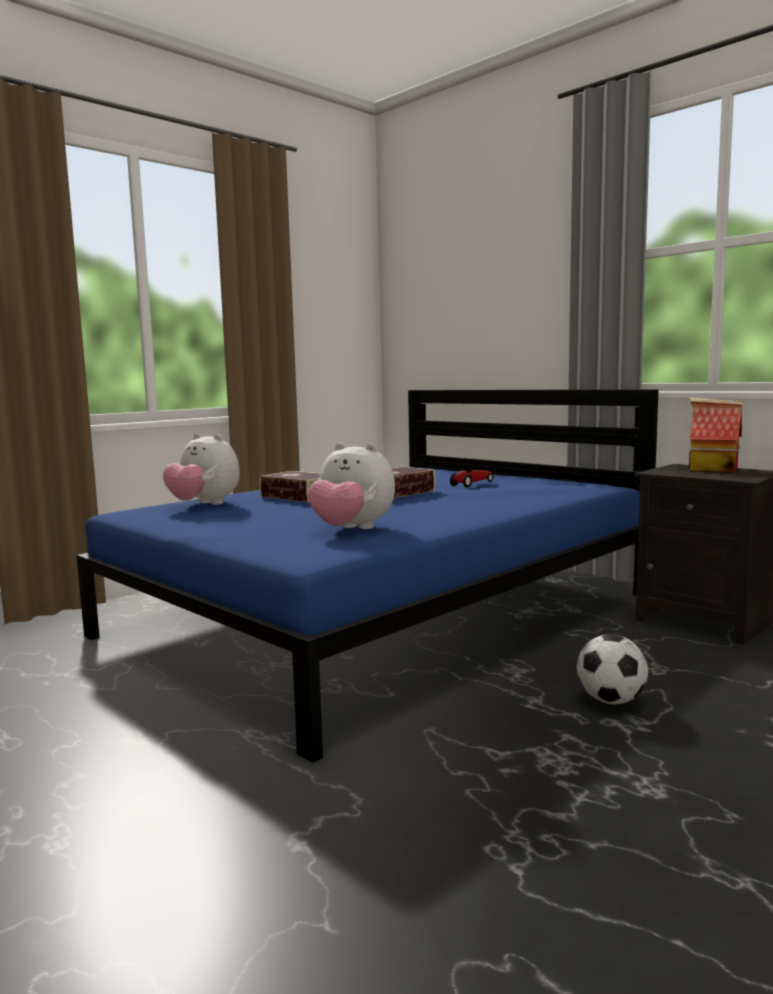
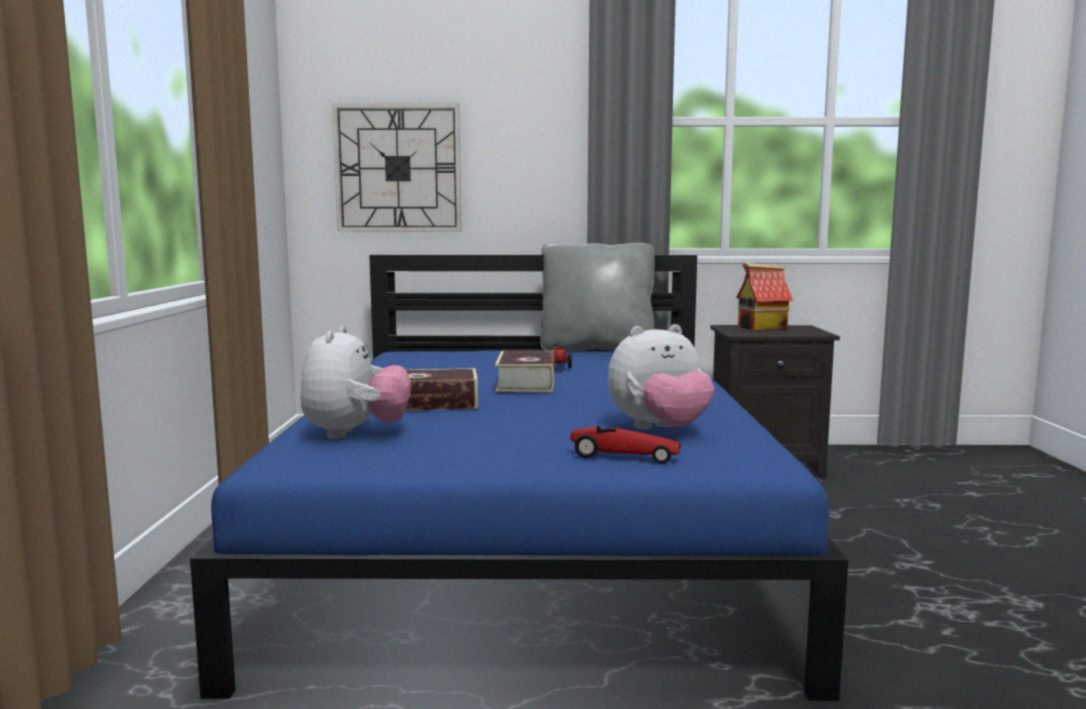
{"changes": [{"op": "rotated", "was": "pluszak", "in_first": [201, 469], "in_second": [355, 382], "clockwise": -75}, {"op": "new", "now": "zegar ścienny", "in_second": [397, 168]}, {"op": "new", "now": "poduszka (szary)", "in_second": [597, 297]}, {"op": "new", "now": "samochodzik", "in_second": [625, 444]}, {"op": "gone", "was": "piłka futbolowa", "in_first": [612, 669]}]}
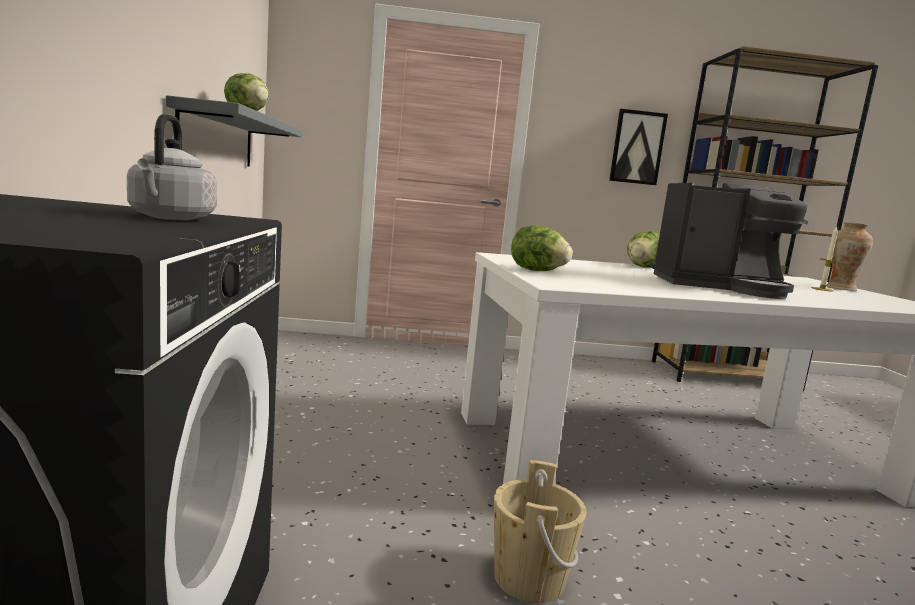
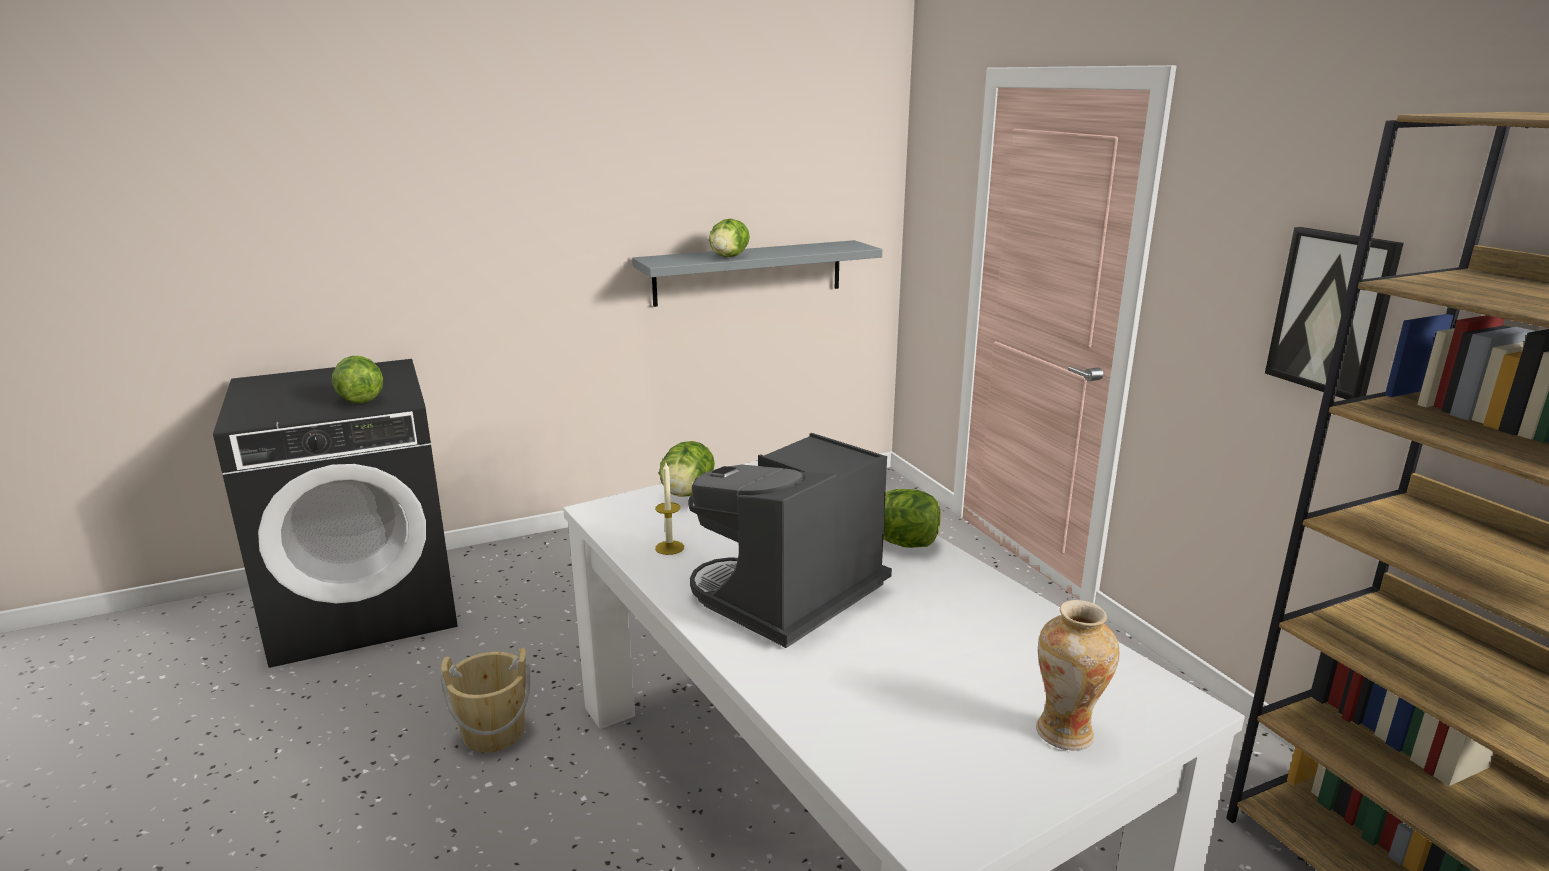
{"changes": [{"op": "swapped", "was": "czajnik (szary)", "now": "sałata", "in_first": [172, 167], "in_second": [357, 379]}, {"op": "shifted", "was": "świeca", "in_first": [825, 259], "in_second": [669, 508]}, {"op": "rotated", "was": "ekspres do kawy", "in_first": [729, 241], "in_second": [790, 540], "clockwise": 60}]}
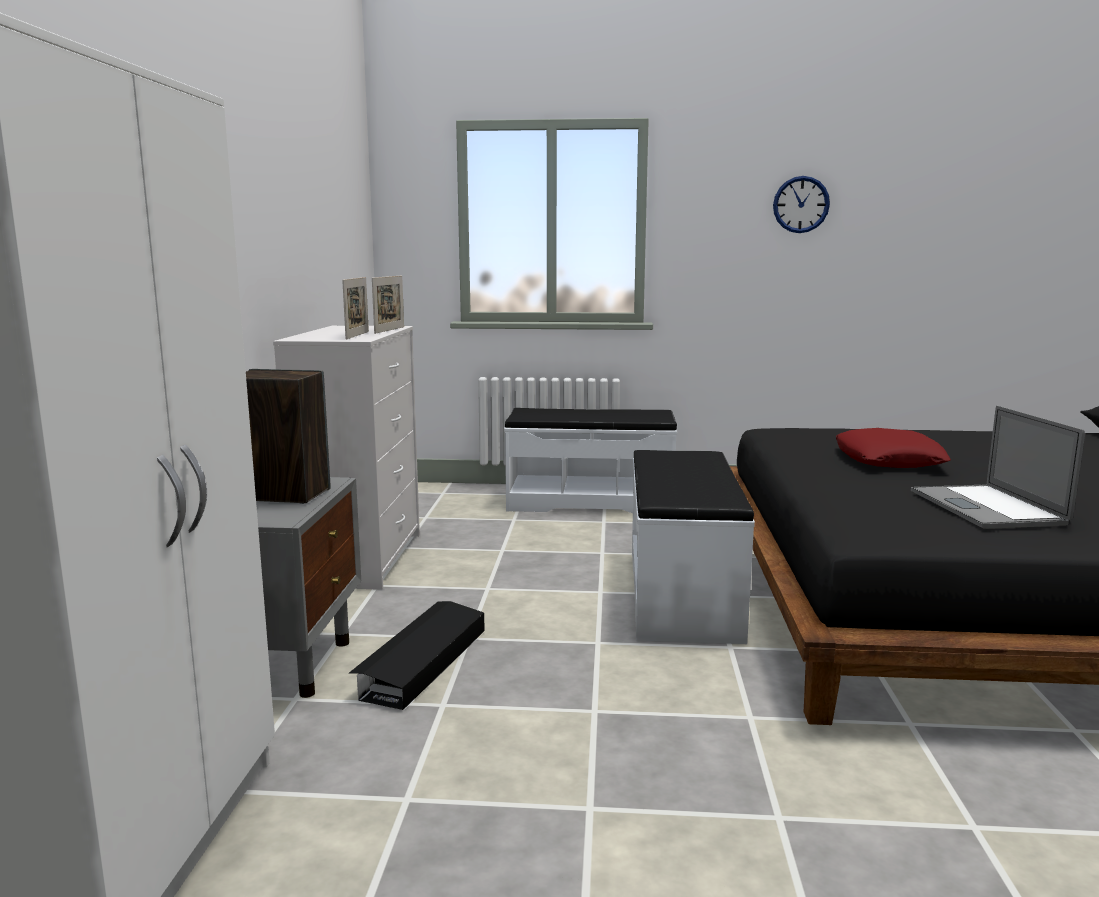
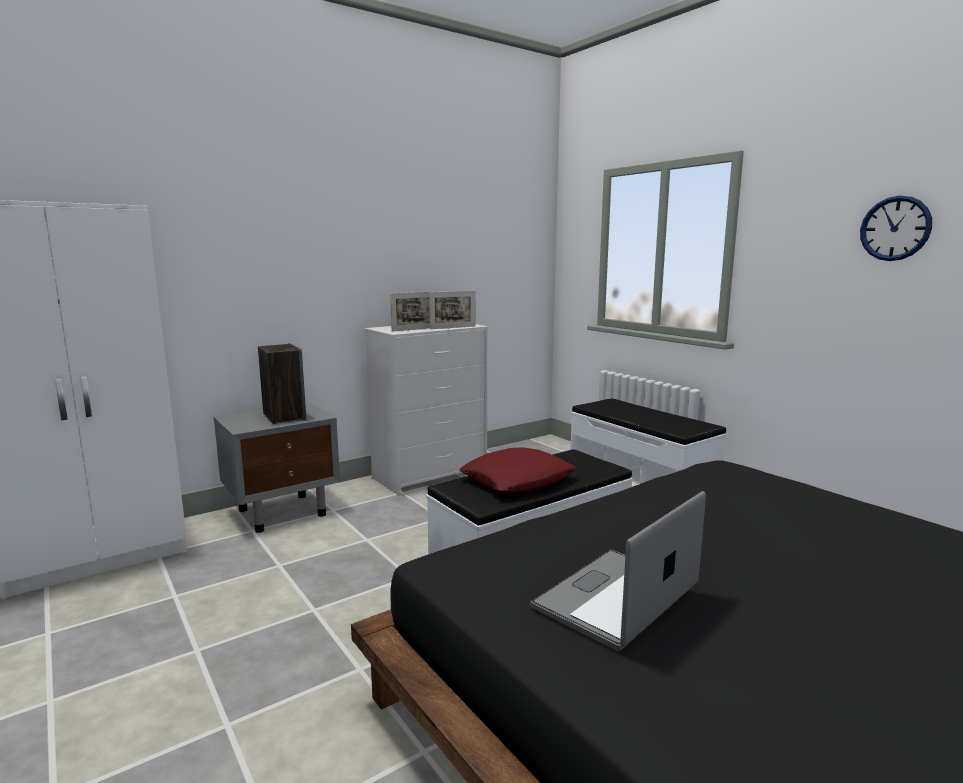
{"changes": [{"op": "shifted", "was": "poduszka (czerwony)", "in_first": [893, 448], "in_second": [517, 470]}, {"op": "gone", "was": "pojemnik do przechowywania (czarny)", "in_first": [416, 655]}]}
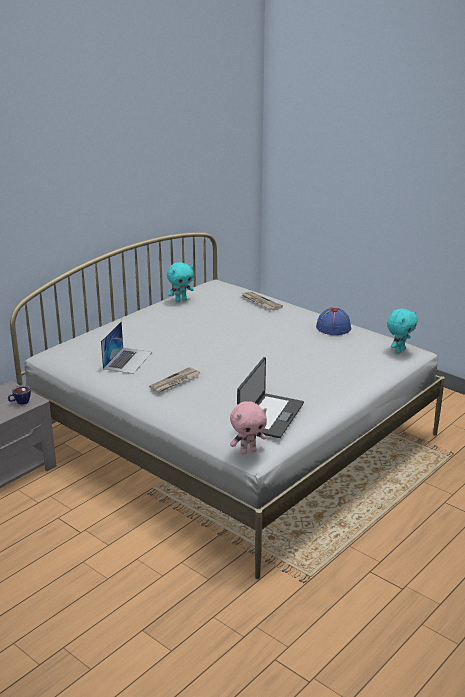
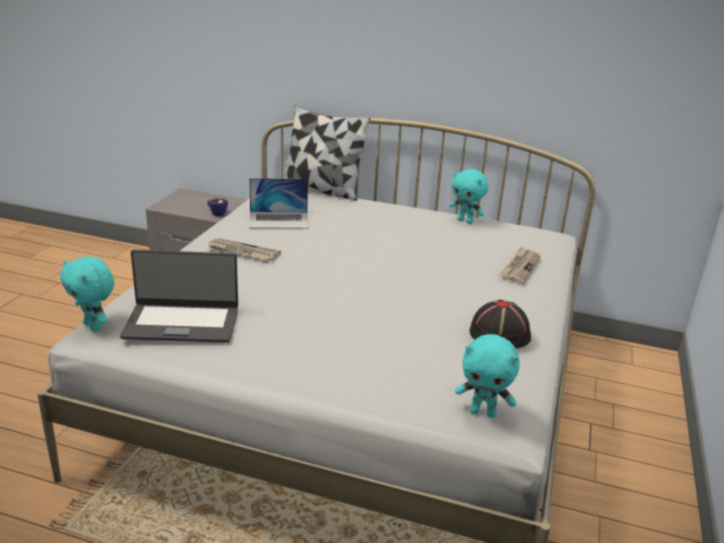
{"changes": [{"op": "repainted", "was": "pluszak (różowy)", "now": "pluszak (turkusowy)", "in_first": [248, 428], "in_second": [87, 293]}, {"op": "new", "now": "poduszka", "in_second": [327, 153]}, {"op": "repainted", "was": "kapelusz (niebieski)", "now": "kapelusz (czarny)", "in_first": [333, 321], "in_second": [500, 324]}]}
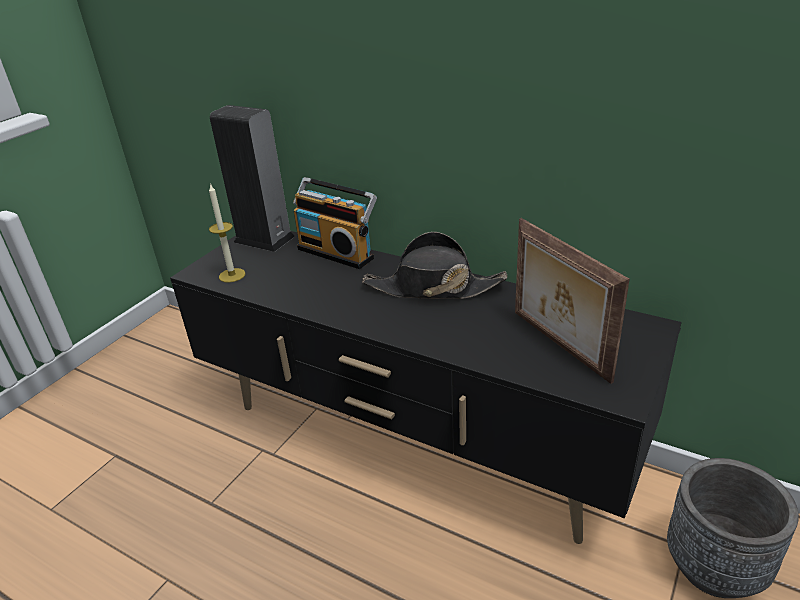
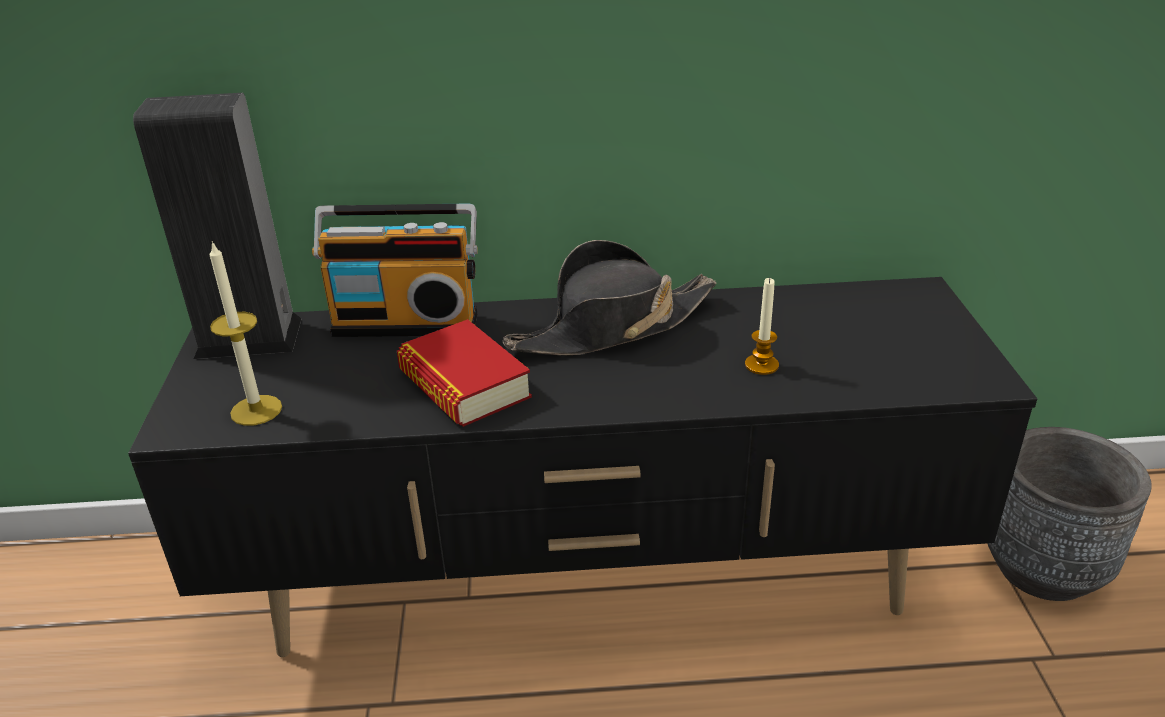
{"changes": [{"op": "new", "now": "książka", "in_second": [464, 373]}, {"op": "new", "now": "świeca", "in_second": [762, 326]}, {"op": "gone", "was": "ramka na zdjęcie", "in_first": [572, 301]}]}
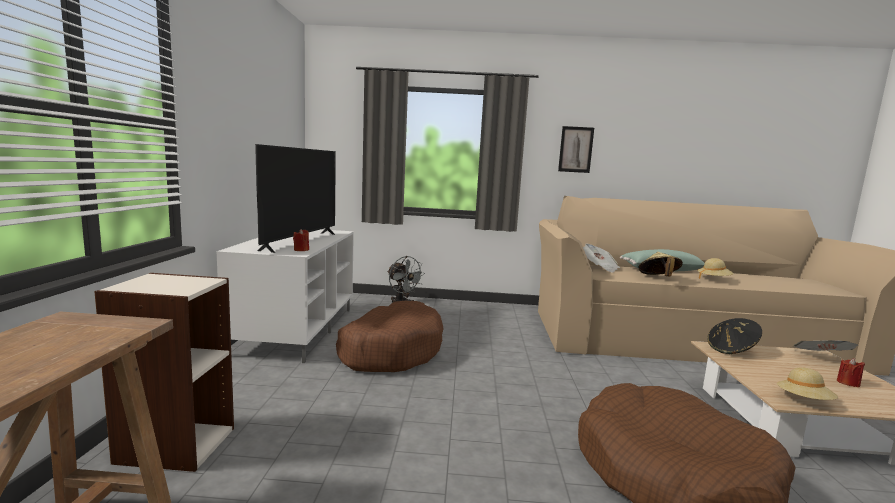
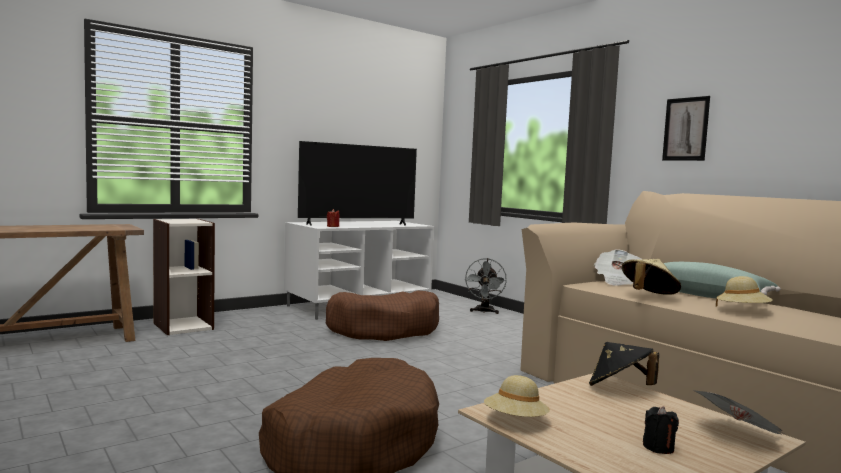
{"changes": [{"op": "repainted", "was": "świeca (czerwony)", "now": "świeca (czarny)", "in_first": [851, 372], "in_second": [661, 430]}]}
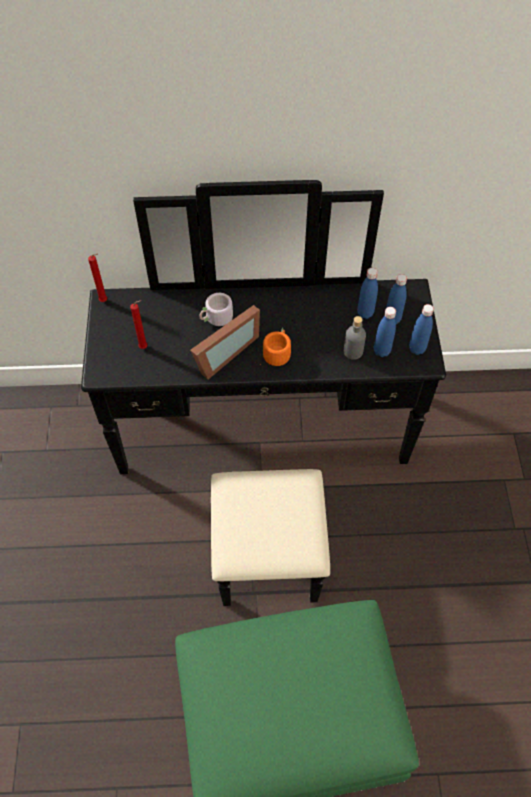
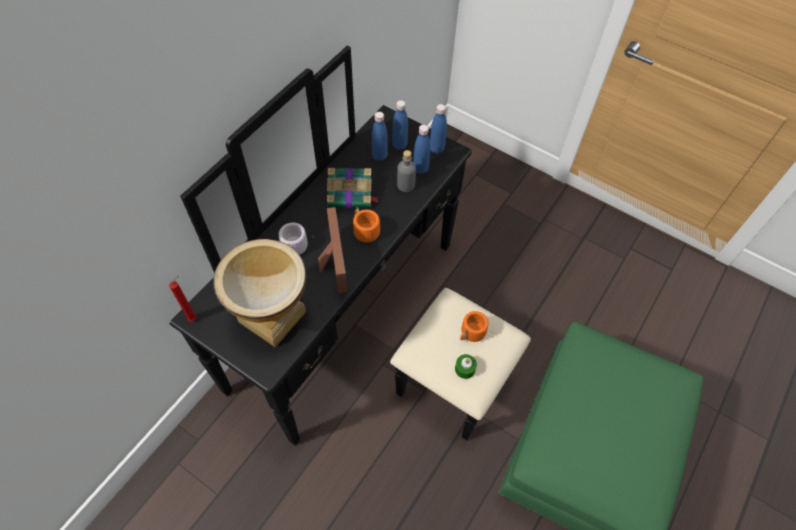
{"changes": [{"op": "swapped", "was": "świeca (czerwony)", "now": "wazon", "in_first": [138, 324], "in_second": [259, 293]}, {"op": "new", "now": "książka", "in_second": [353, 188]}, {"op": "new", "now": "świeca (zielony)", "in_second": [466, 366]}, {"op": "new", "now": "kubek (pomarańczowy)", "in_second": [474, 326]}]}
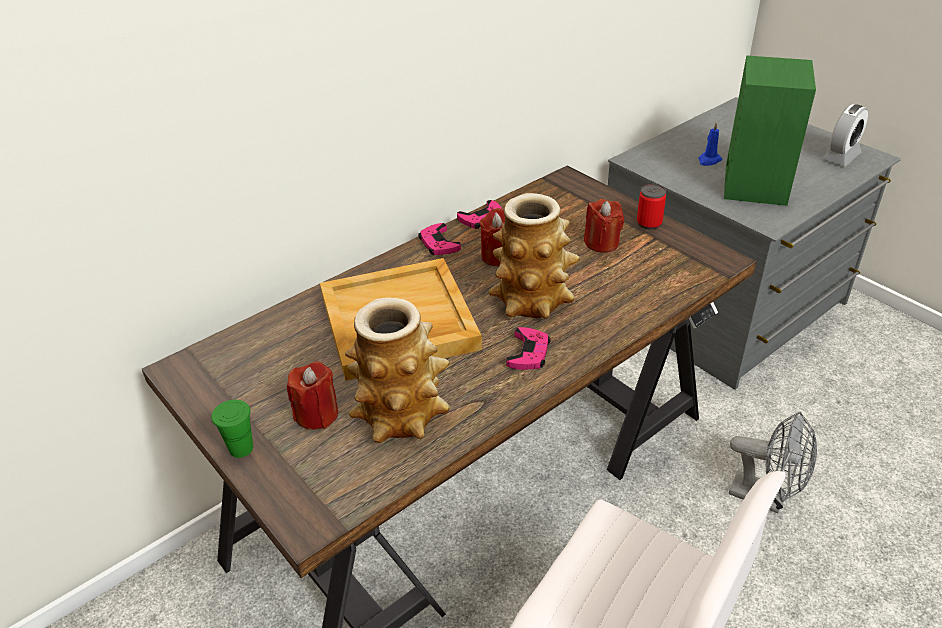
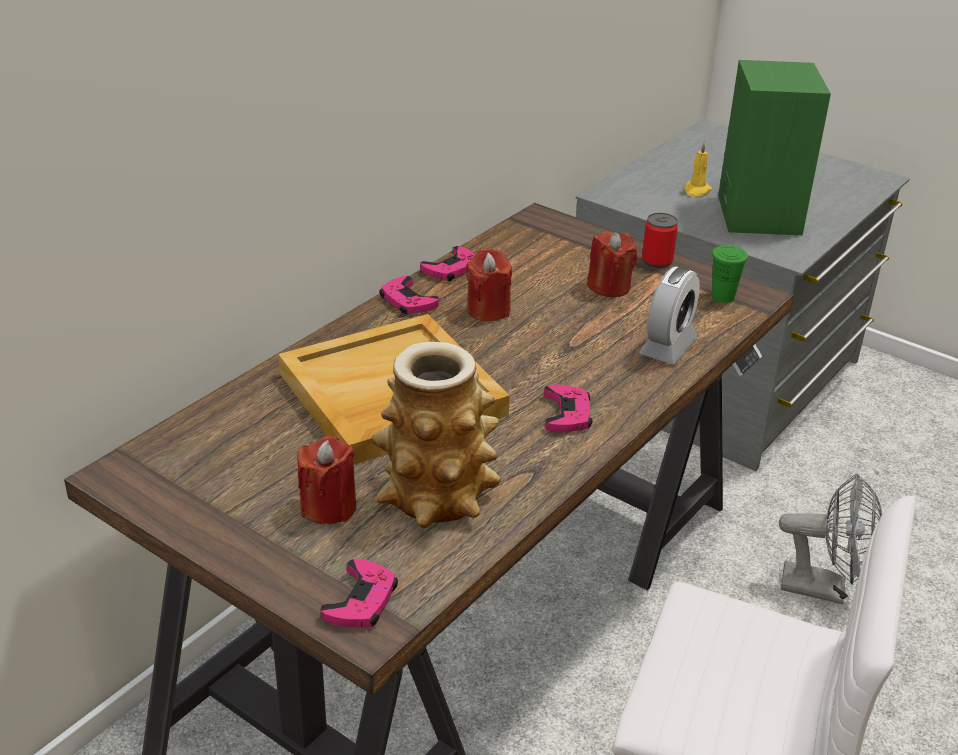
{"changes": [{"op": "new", "now": "pad do gier (różowy)", "in_second": [359, 593]}, {"op": "shifted", "was": "budzik", "in_first": [845, 135], "in_second": [669, 315]}, {"op": "repainted", "was": "świeca (niebieski)", "now": "świeca (żółty)", "in_first": [710, 144], "in_second": [698, 170]}, {"op": "shifted", "was": "filiżanka (zielony)", "in_first": [232, 429], "in_second": [730, 274]}, {"op": "gone", "was": "wazon", "in_first": [534, 256]}]}
